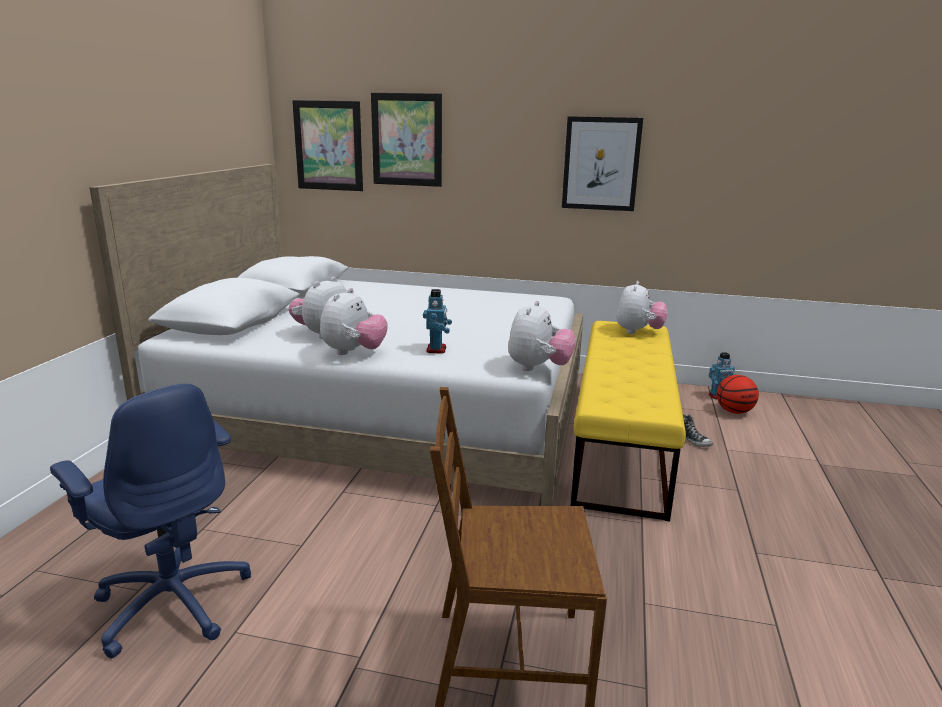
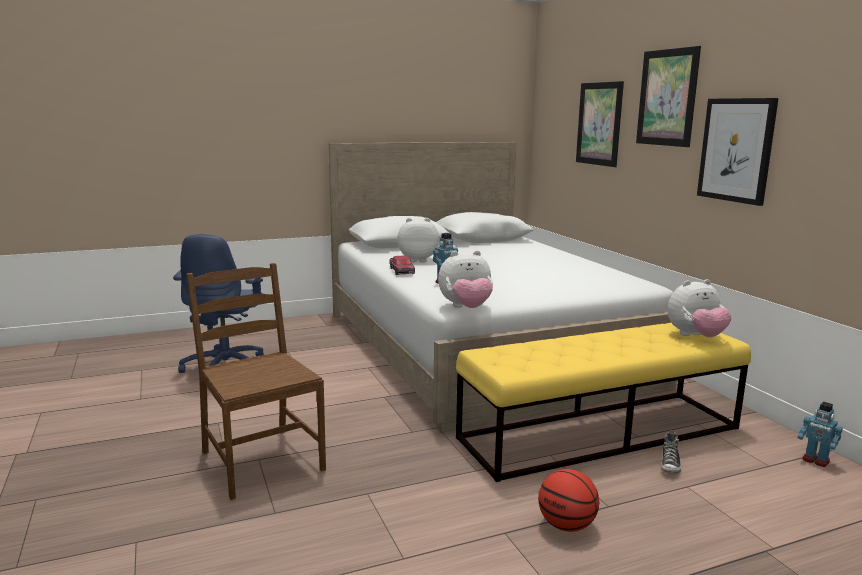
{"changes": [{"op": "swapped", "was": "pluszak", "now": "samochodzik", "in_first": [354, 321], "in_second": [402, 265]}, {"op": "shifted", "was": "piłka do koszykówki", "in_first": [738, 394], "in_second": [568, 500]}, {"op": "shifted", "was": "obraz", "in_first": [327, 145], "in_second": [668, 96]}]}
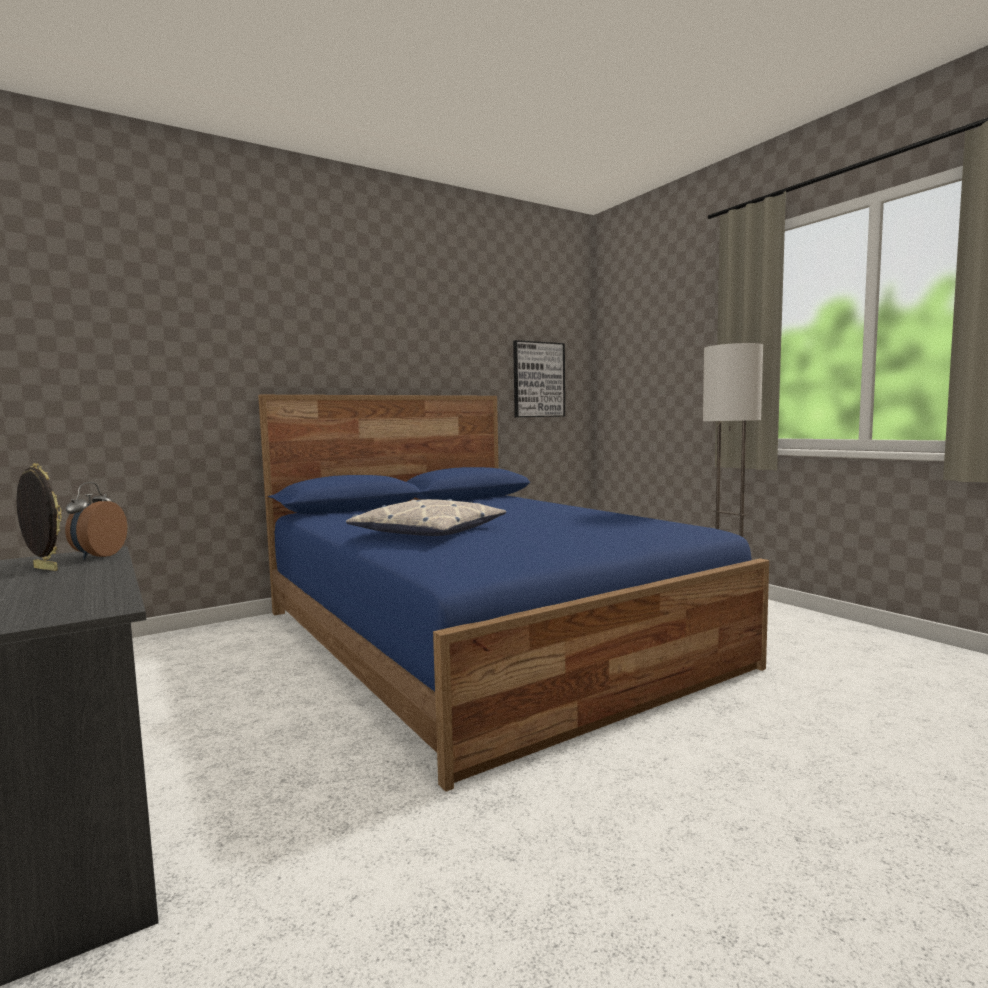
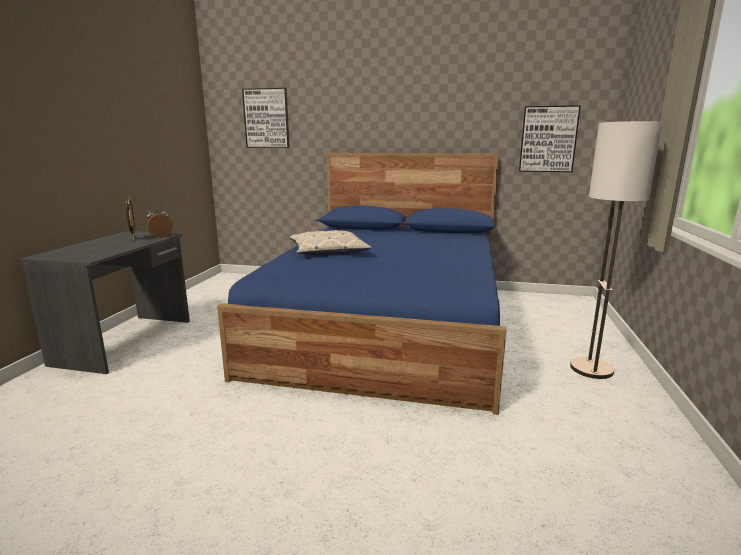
{"changes": [{"op": "new", "now": "obraz", "in_second": [266, 118]}]}
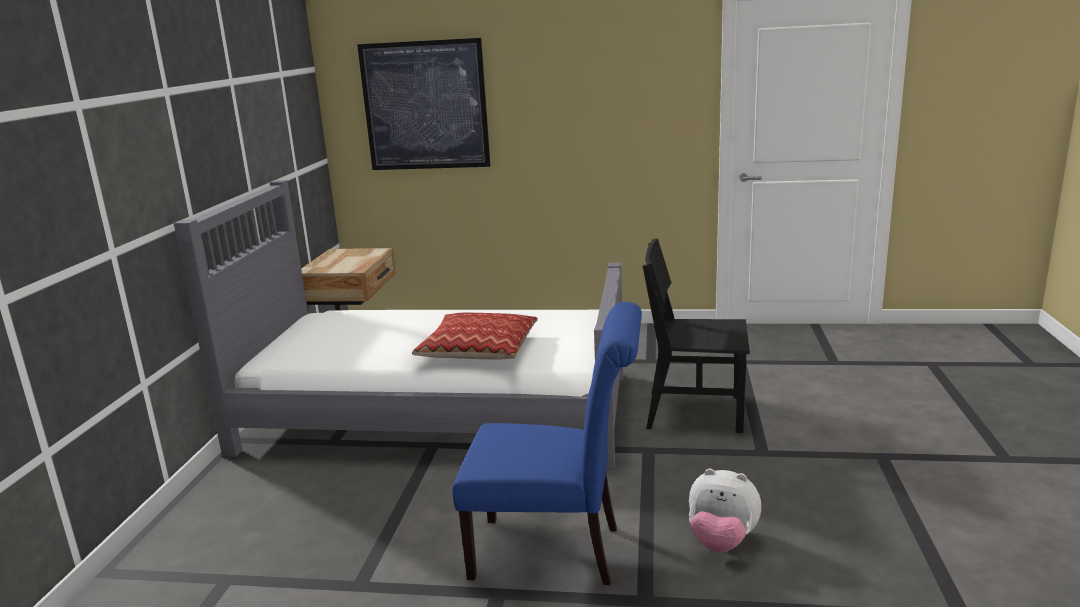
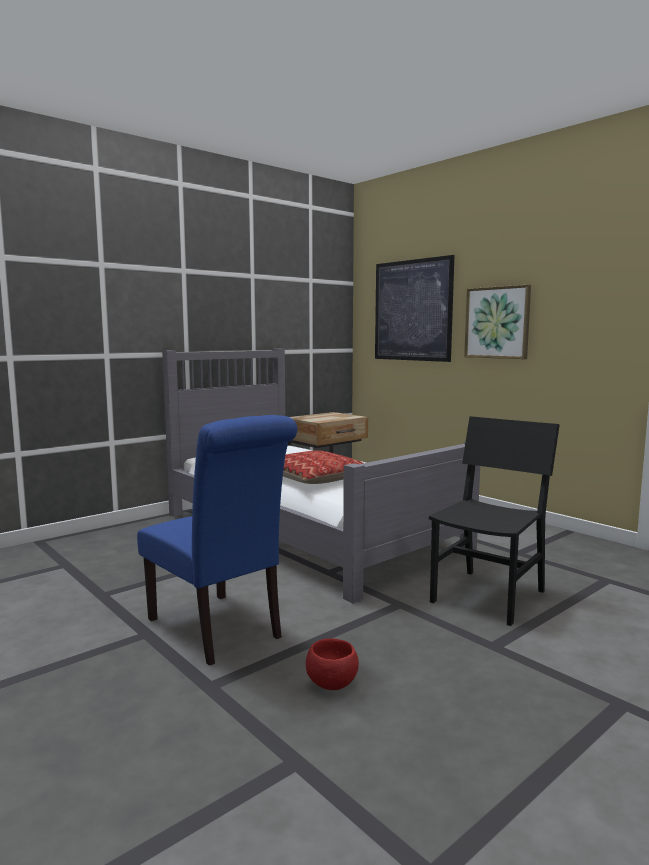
{"changes": [{"op": "swapped", "was": "pluszak", "now": "miska (czerwony)", "in_first": [725, 510], "in_second": [332, 664]}, {"op": "rotated", "was": "krzesło (czarny)", "in_first": [696, 335], "in_second": [494, 521], "clockwise": 75}, {"op": "new", "now": "obraz", "in_second": [497, 322]}]}
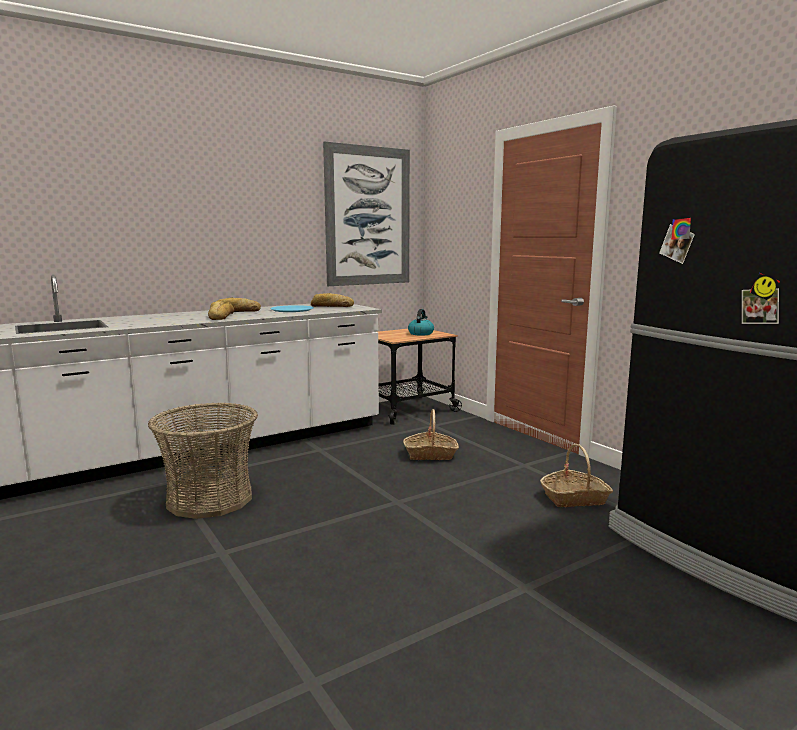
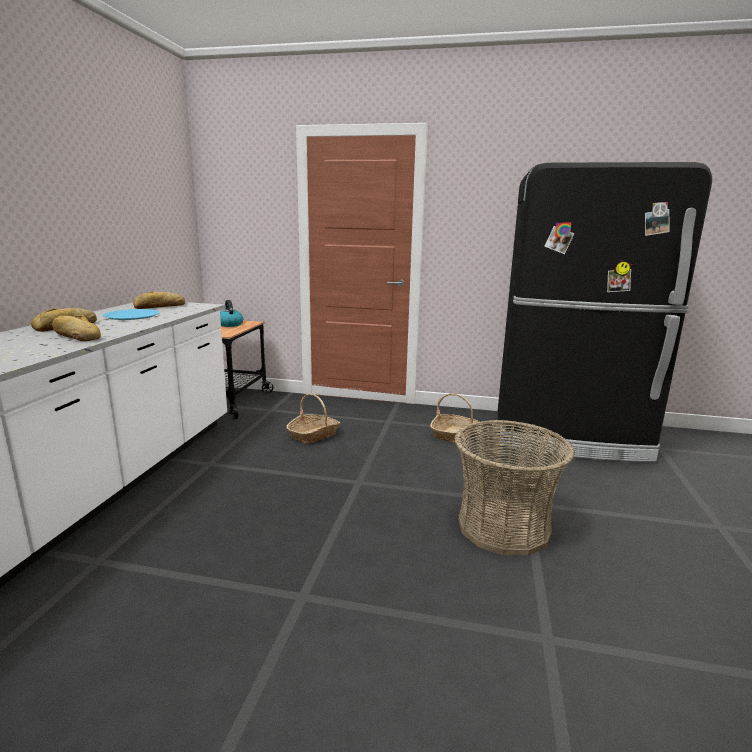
{"changes": [{"op": "shifted", "was": "koszyk", "in_first": [203, 461], "in_second": [514, 487]}, {"op": "gone", "was": "obraz", "in_first": [366, 213]}]}
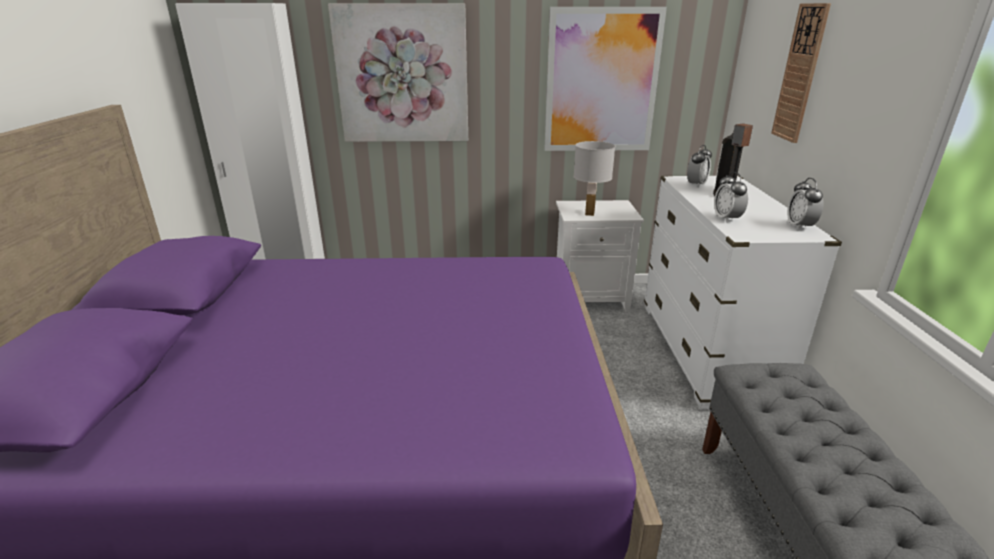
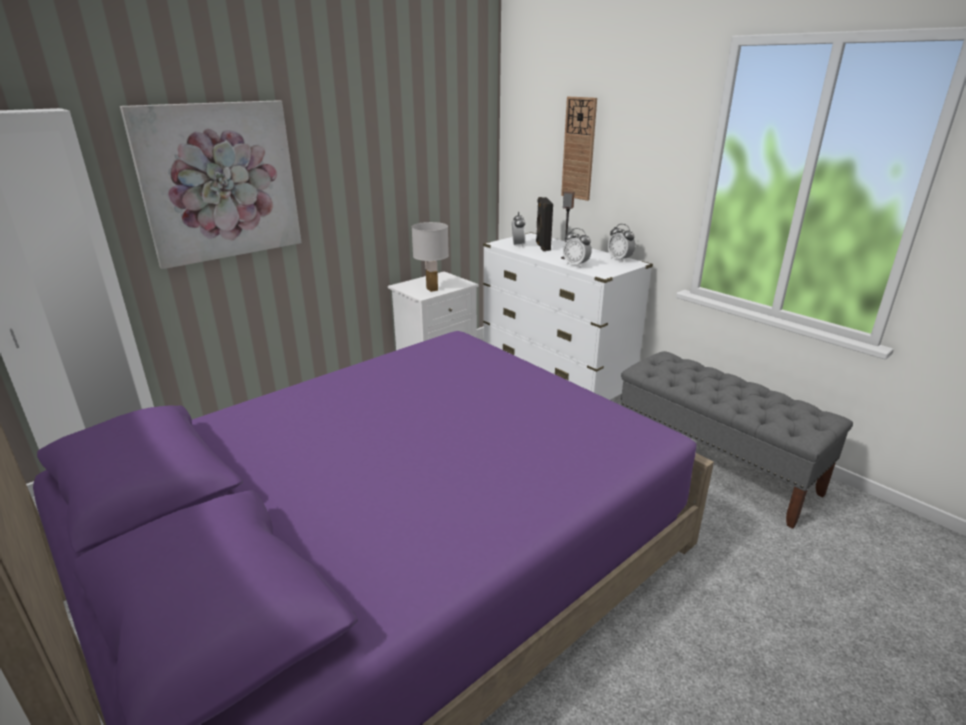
{"changes": [{"op": "gone", "was": "obraz", "in_first": [605, 79]}]}
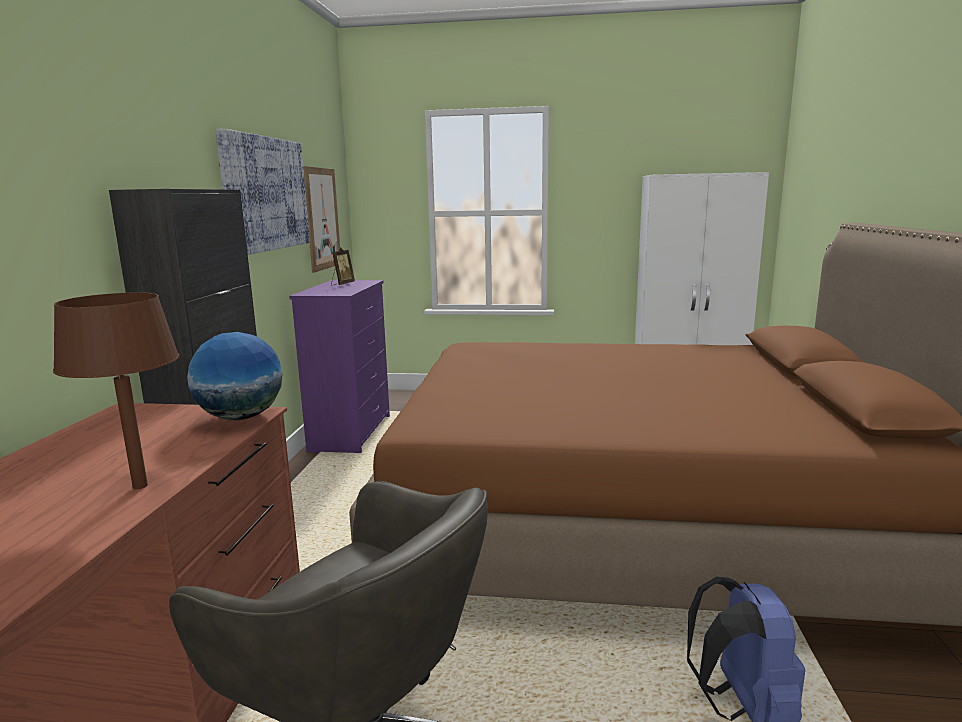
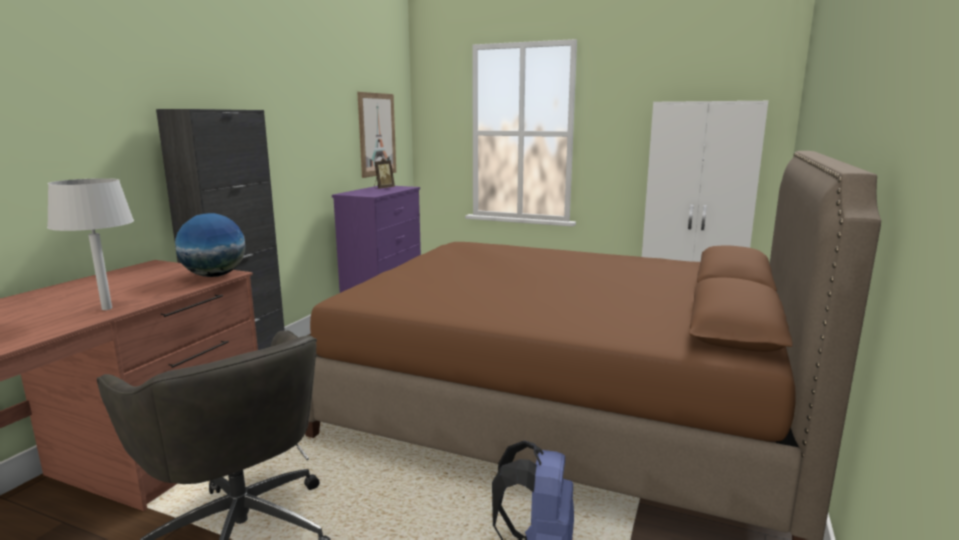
{"changes": [{"op": "repainted", "was": "lampa stołowa (brązowy)", "now": "lampa stołowa (szary)", "in_first": [116, 390], "in_second": [90, 244]}, {"op": "gone", "was": "obraz", "in_first": [262, 192]}]}
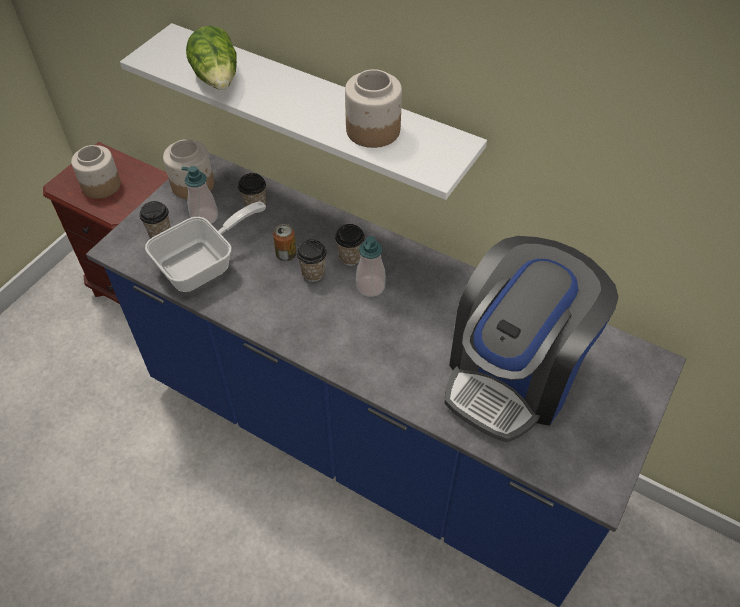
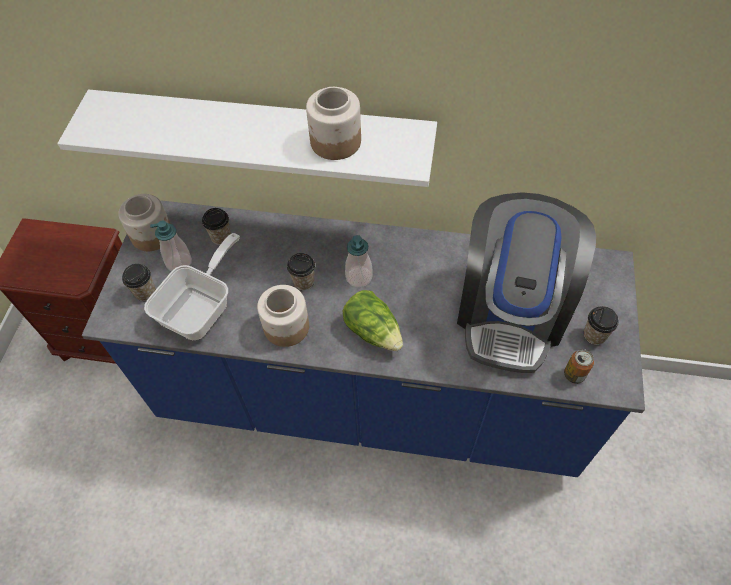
{"changes": [{"op": "shifted", "was": "słoik", "in_first": [96, 172], "in_second": [283, 316]}, {"op": "shifted", "was": "sałata", "in_first": [211, 58], "in_second": [373, 320]}, {"op": "shifted", "was": "puszka", "in_first": [285, 242], "in_second": [579, 366]}, {"op": "shifted", "was": "filiżanka", "in_first": [350, 245], "in_second": [601, 325]}]}
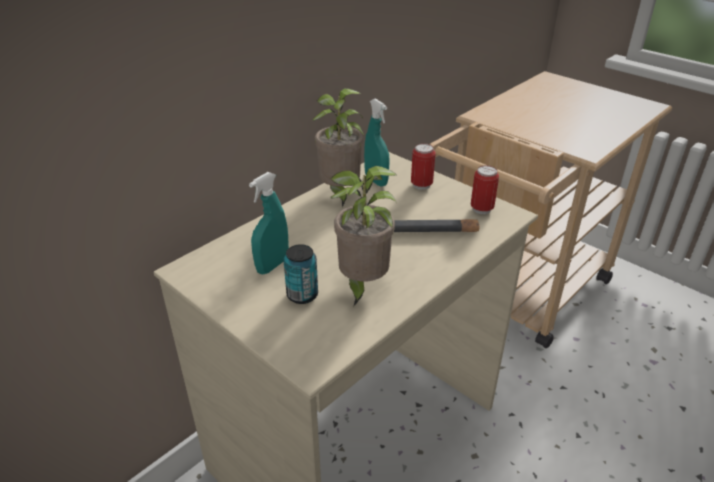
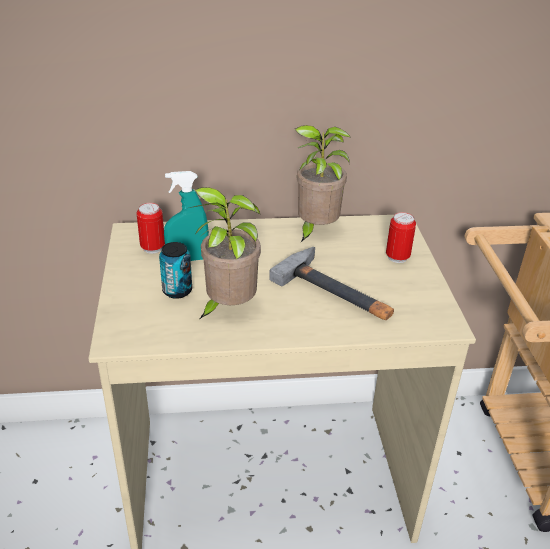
{"changes": [{"op": "shifted", "was": "puszka", "in_first": [484, 189], "in_second": [150, 228]}, {"op": "gone", "was": "spryskiwacz (turkusowy)", "in_first": [377, 142]}]}
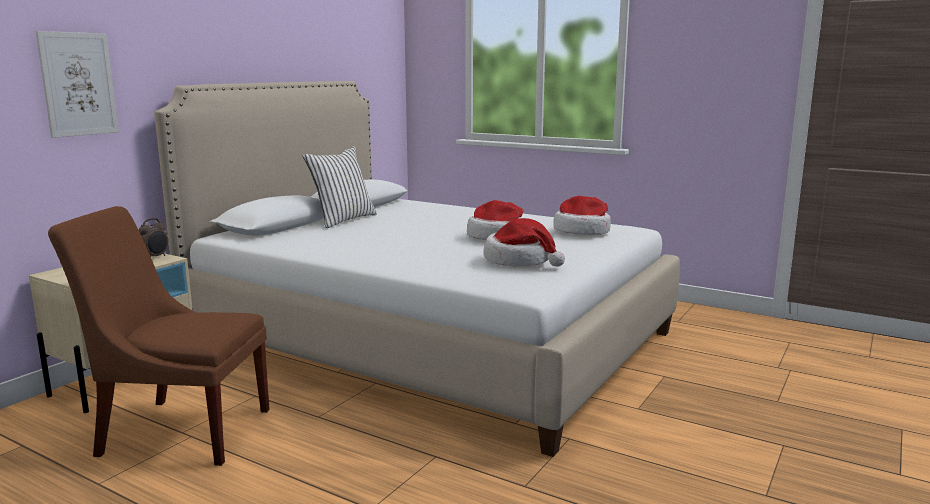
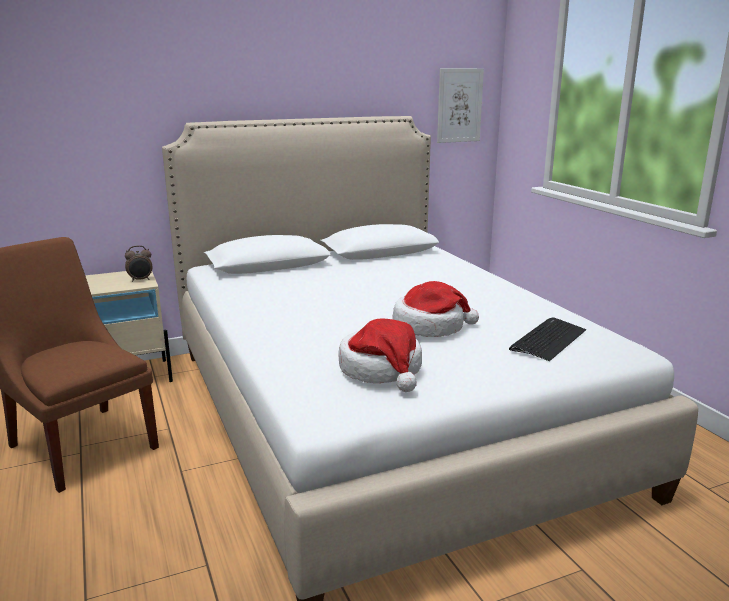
{"changes": [{"op": "shifted", "was": "obraz", "in_first": [77, 84], "in_second": [460, 105]}, {"op": "swapped", "was": "kapelusz", "now": "klawiatura", "in_first": [582, 215], "in_second": [547, 339]}, {"op": "gone", "was": "poduszka (biały)", "in_first": [340, 187]}]}
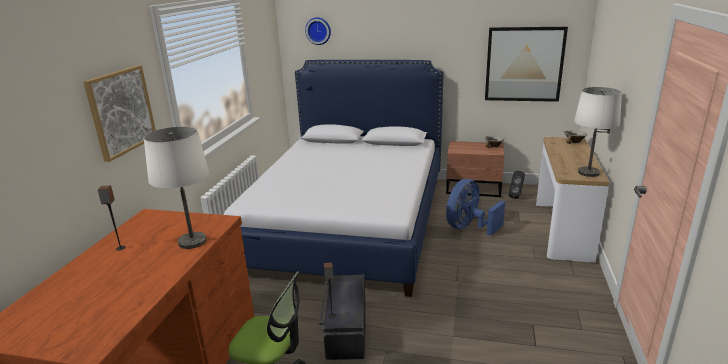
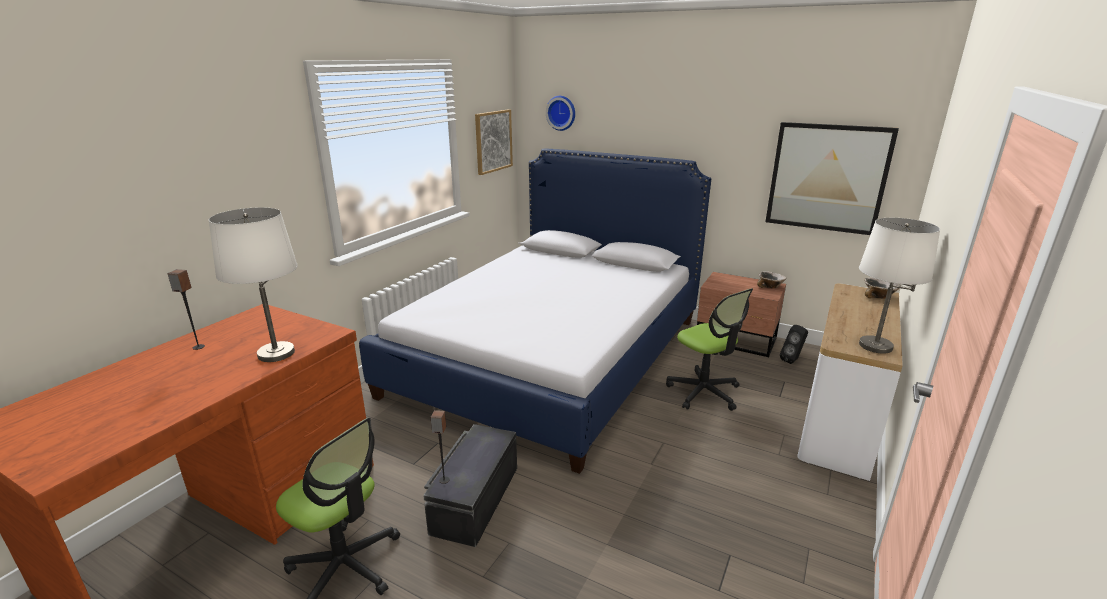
{"changes": [{"op": "shifted", "was": "obraz", "in_first": [119, 113], "in_second": [494, 142]}, {"op": "swapped", "was": "wentylator (niebieski)", "now": "krzesło biurowe", "in_first": [475, 207], "in_second": [709, 349]}]}
